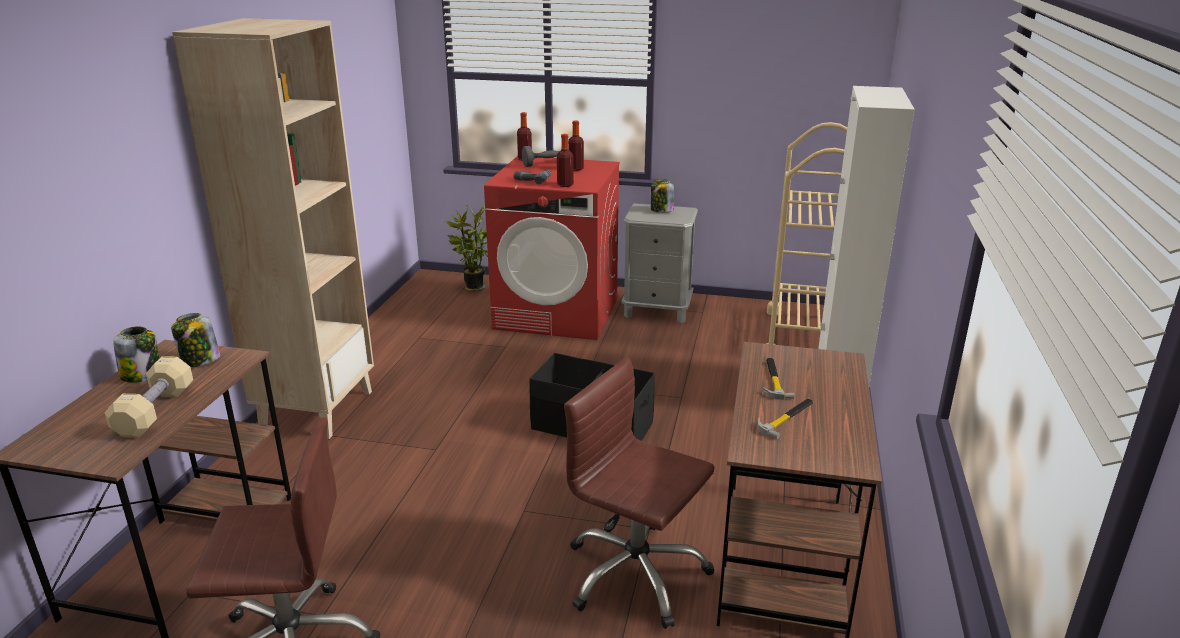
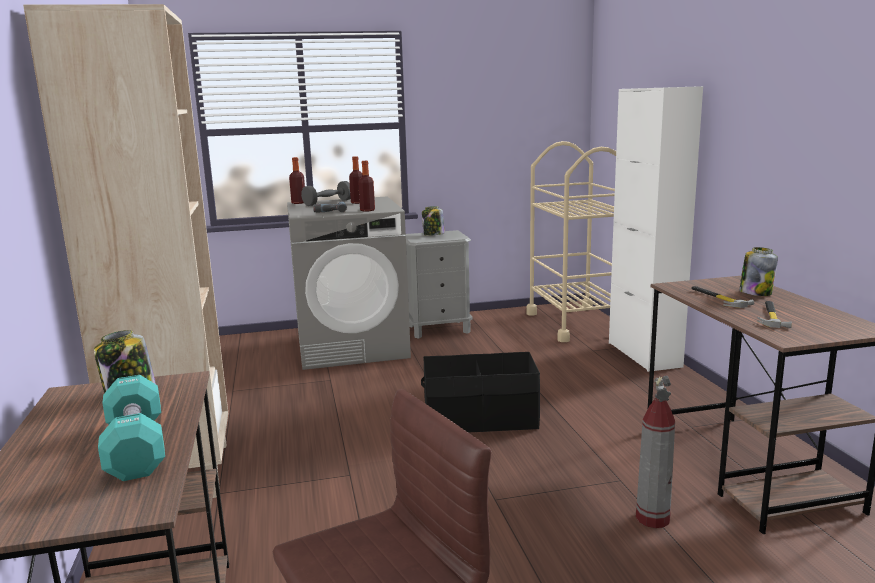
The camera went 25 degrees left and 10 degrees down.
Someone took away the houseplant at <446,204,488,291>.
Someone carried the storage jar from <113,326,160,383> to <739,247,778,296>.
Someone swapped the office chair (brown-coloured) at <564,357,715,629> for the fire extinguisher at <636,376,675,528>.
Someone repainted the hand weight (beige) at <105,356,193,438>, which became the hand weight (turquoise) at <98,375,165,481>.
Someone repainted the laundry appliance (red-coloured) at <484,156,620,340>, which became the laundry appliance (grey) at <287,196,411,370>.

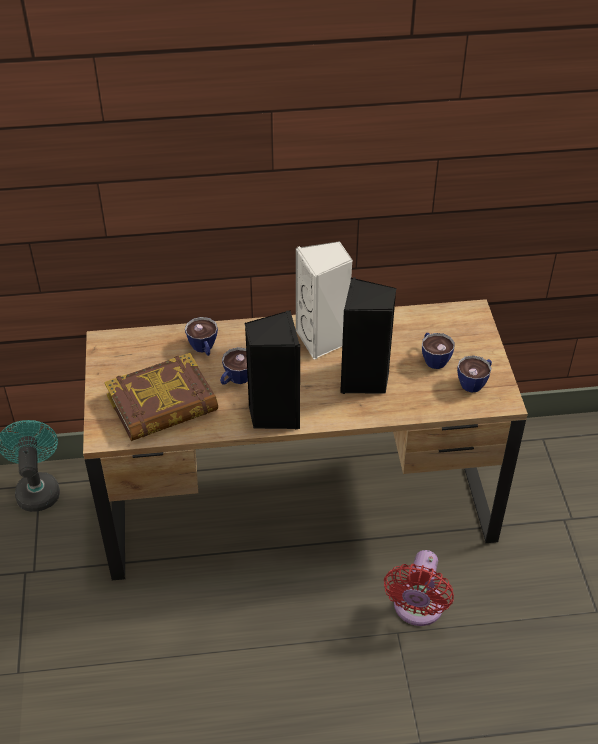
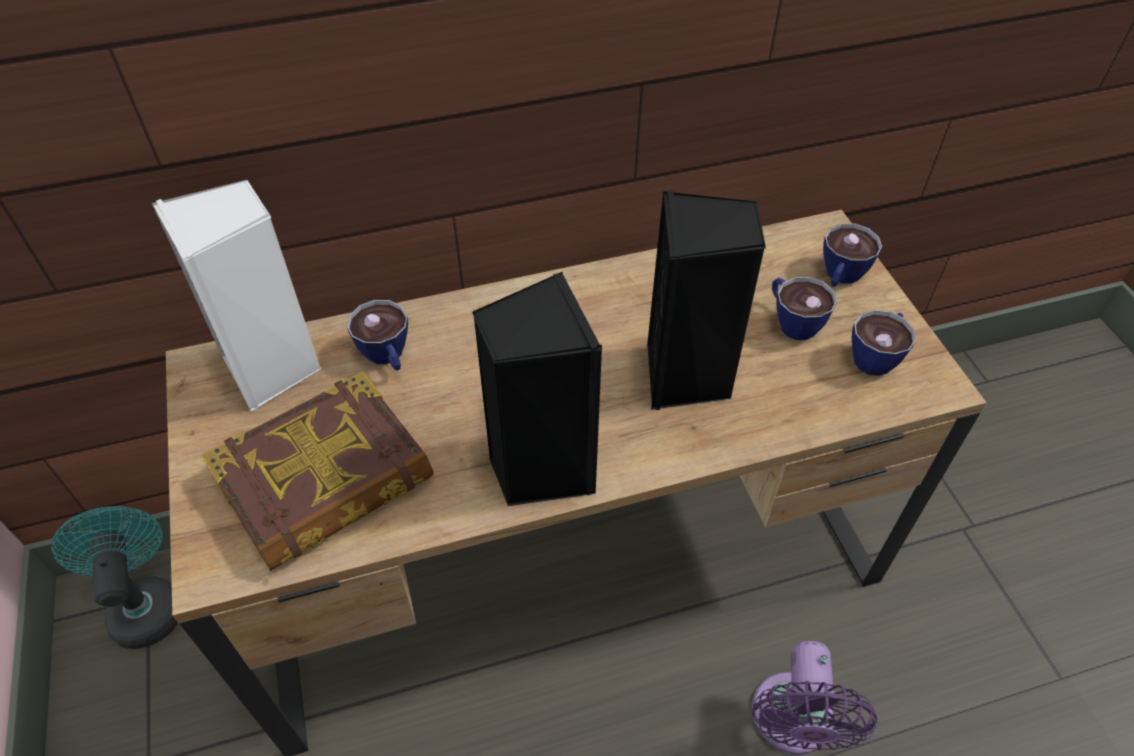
The camera went 10 degrees left and 5 degrees up.
Someone carried the cup from <220,347,248,385> to <823,223,882,287>.
Someone carried the speaker (whitish) from <296,241,353,359> to <152,180,321,411>.
Someone repainted the electric fan (red-coloured) at <384,550,454,626>, which became the electric fan (purple) at <752,641,877,755>.

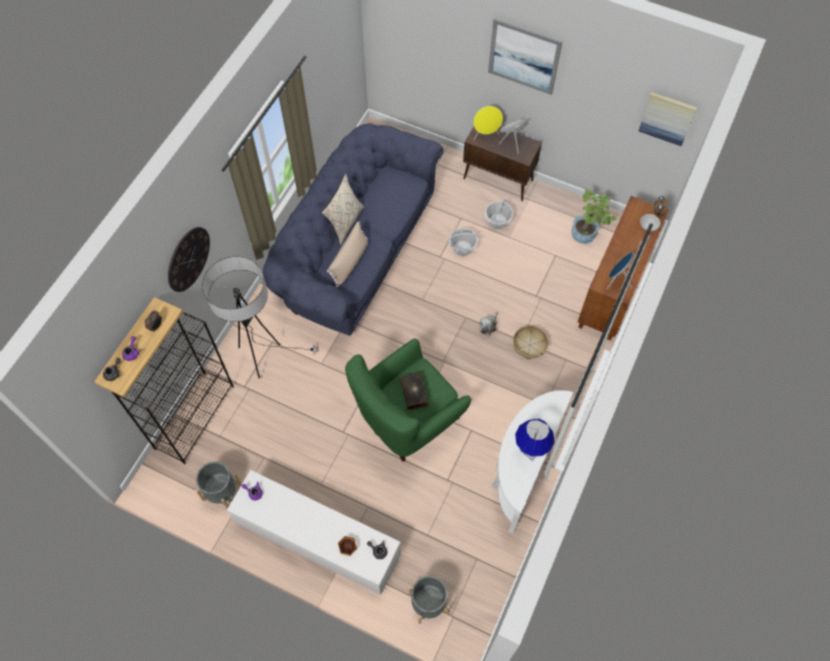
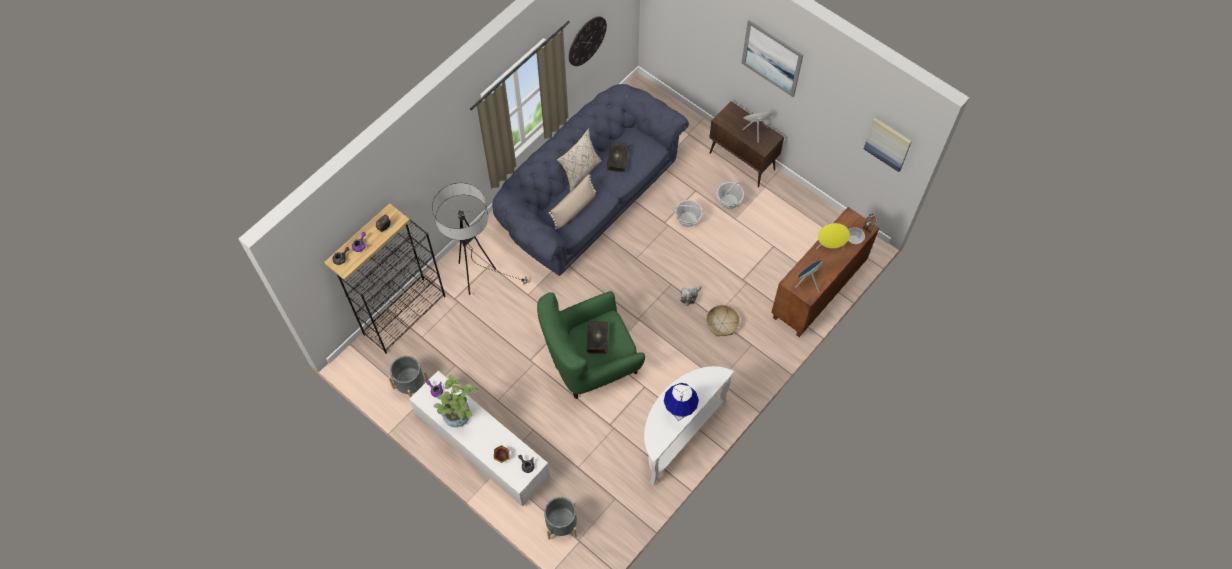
The camera went 15 degrees right and 0 degrees up.
Someone put down the book at <606,142,629,173>.
Someone carried the hanging clock from <168,227,210,292> to <569,16,607,66>.
Someone carried the speaker (yellow) from <473,106,503,139> to <816,223,850,250>.
Someone carried the houseplant from <572,188,617,244> to <433,375,478,428>.

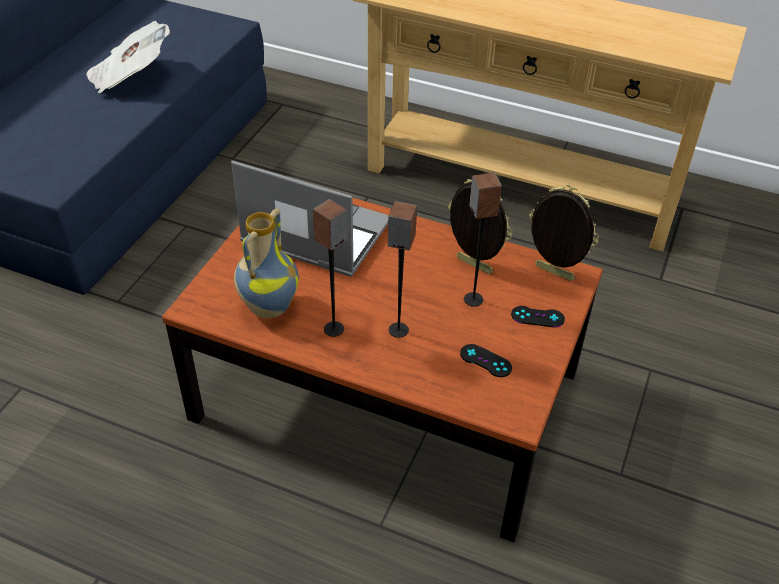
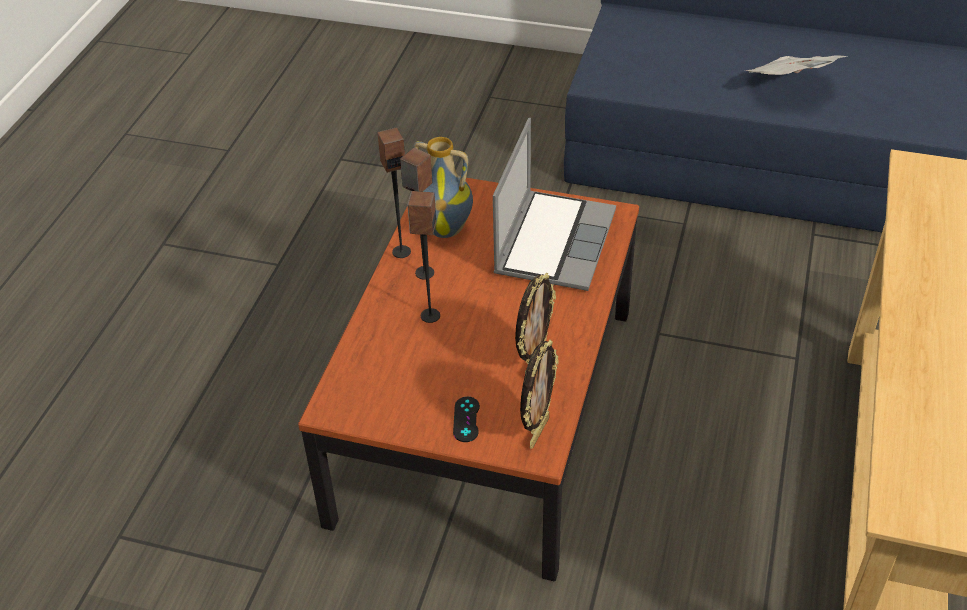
The camera went 85 degrees right and 0 degrees up.
Someone took away the gamepad (blackish) at <460,344,512,377>.
Someone carried the speaker from <464,172,502,307> to <377,127,411,258>.

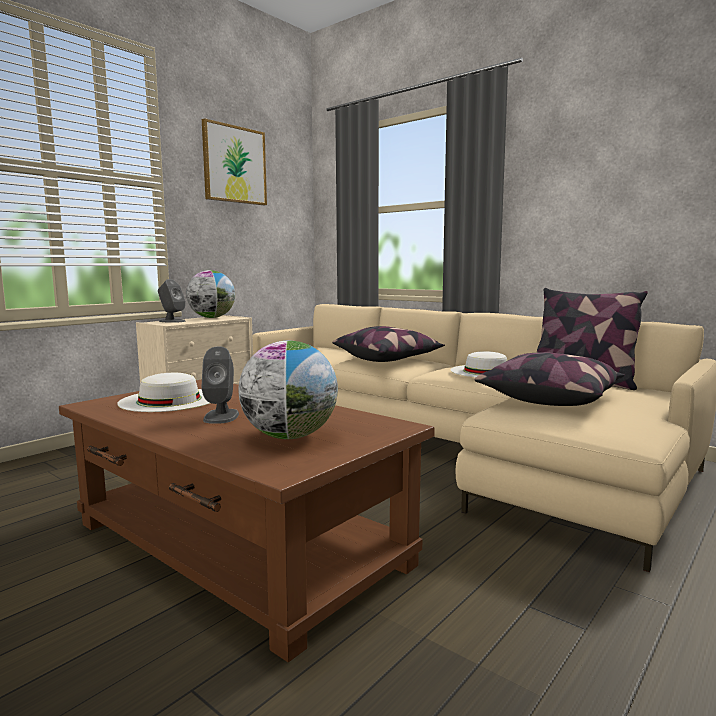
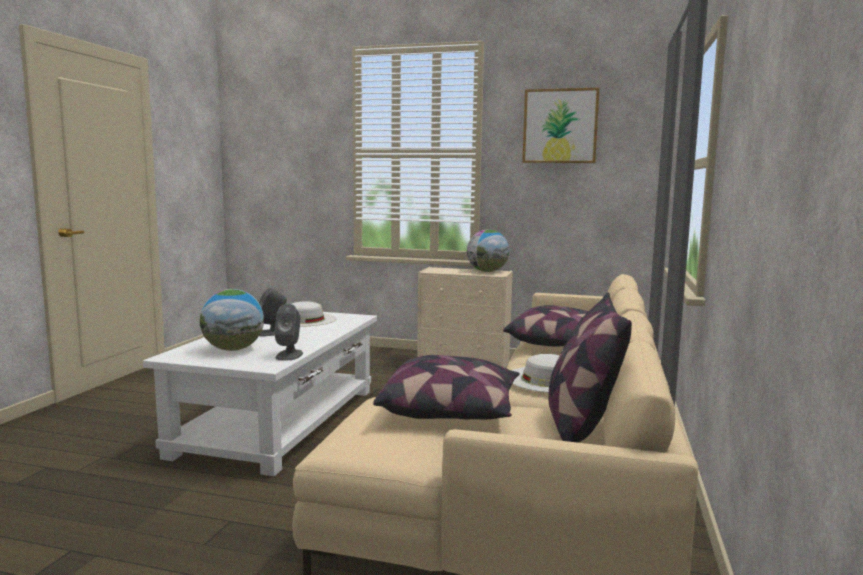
The camera went 65 degrees right and 0 degrees up.
Someone carried the speaker (grey) from <158,279,186,323> to <274,304,303,360>.
Someone repainted the coffee table (brown-coloured) at <59,379,435,662>, which became the coffee table (whitish) at <143,312,377,476>.

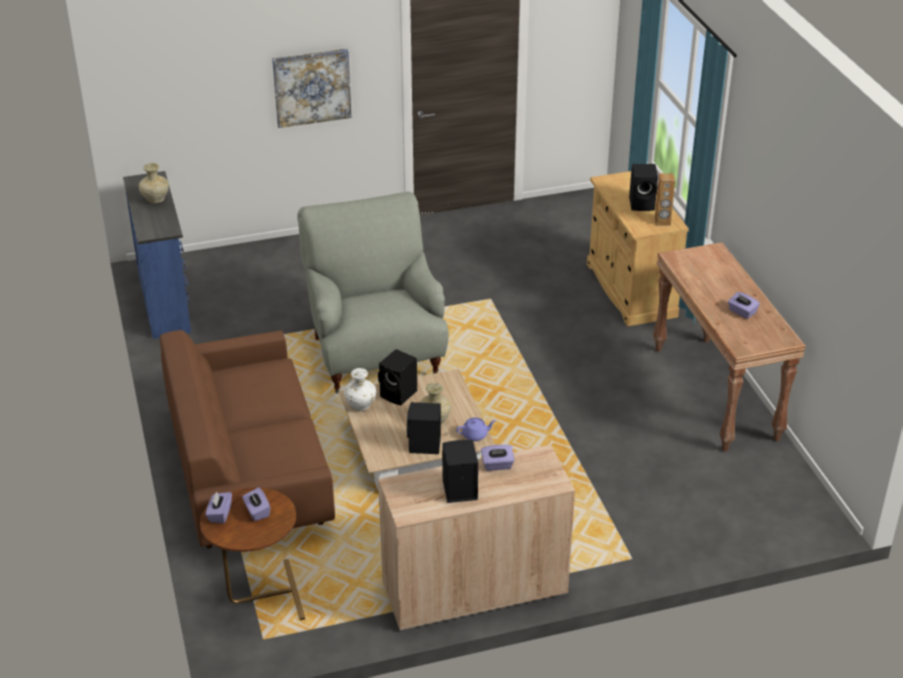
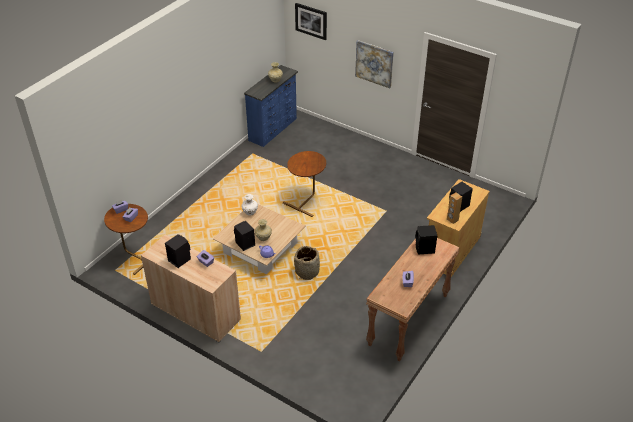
The camera went 50 degrees right and 5 degrees up.
Someone took away the couch (brown-coloured) at <160,330,335,549>.
Someone put down the basket at <294,246,320,280>.
Someone put up the wall picture at <295,3,327,40>.
Someone carried the speaker (blackish) from <378,349,417,406> to <416,225,437,254>.
Someone swapped the lounge chair (grey) at <297,192,449,394> for the end table (brown-coloured) at <283,151,326,217>.

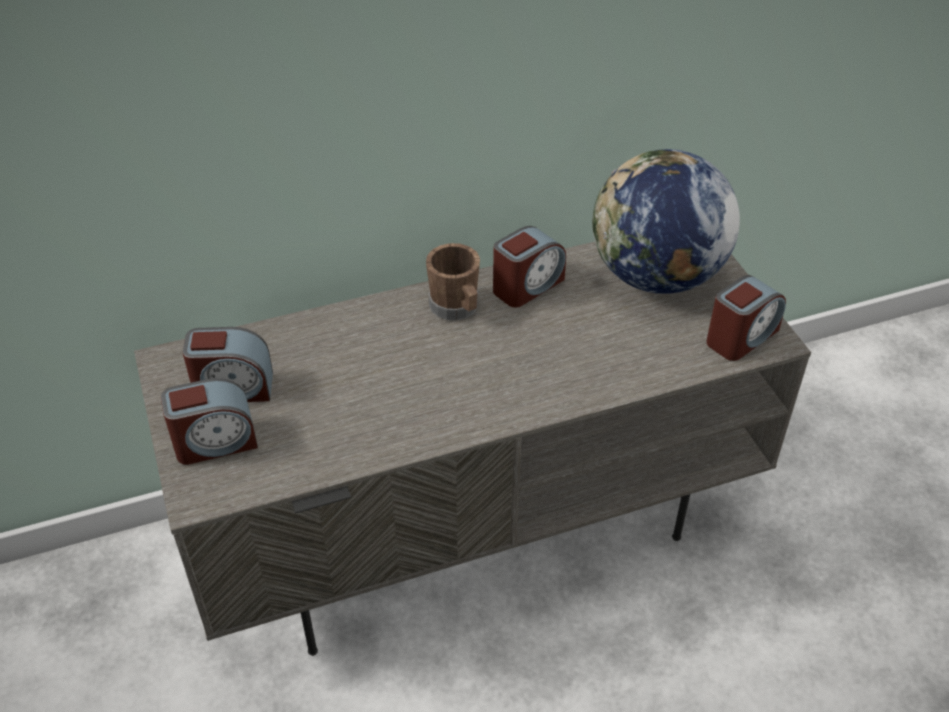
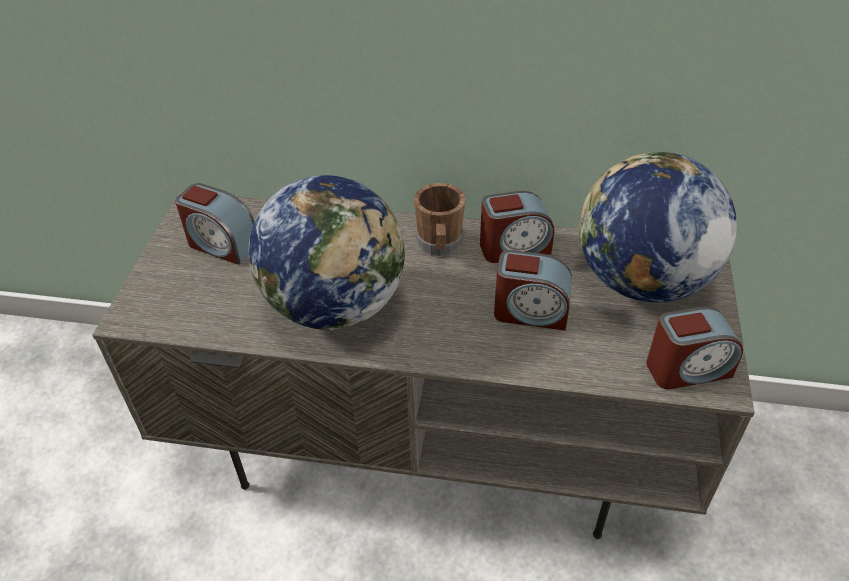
The camera went 30 degrees right and 0 degrees up.
Someone put down the world globe at <249,175,405,331>.
Someone carried the alarm clock from <161,378,258,465> to <494,250,572,331>.

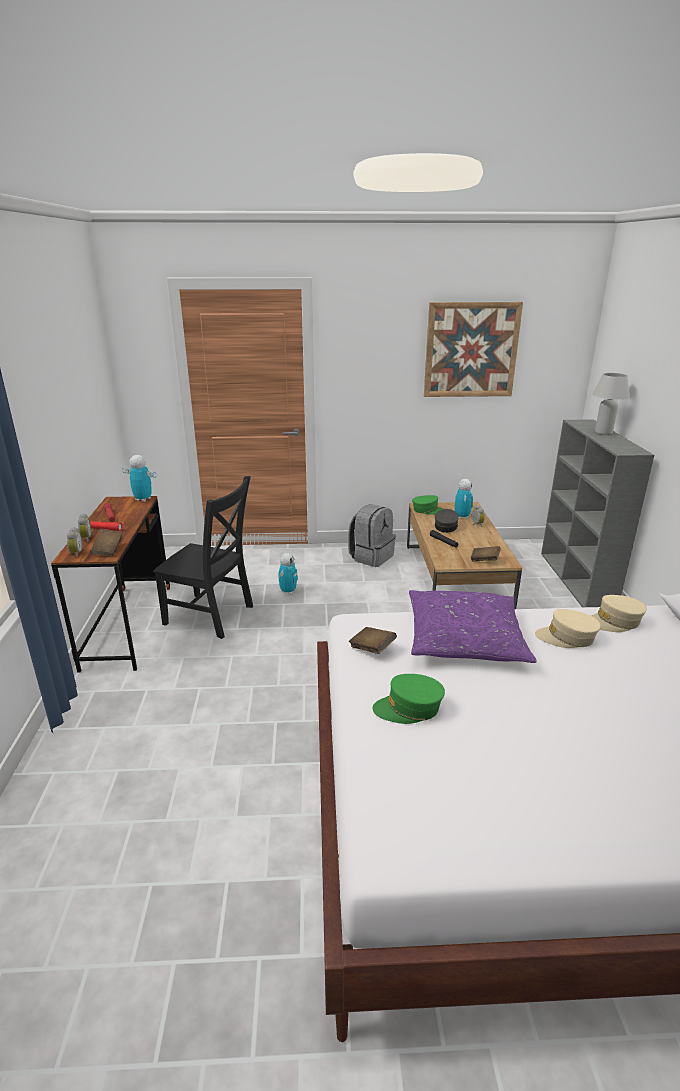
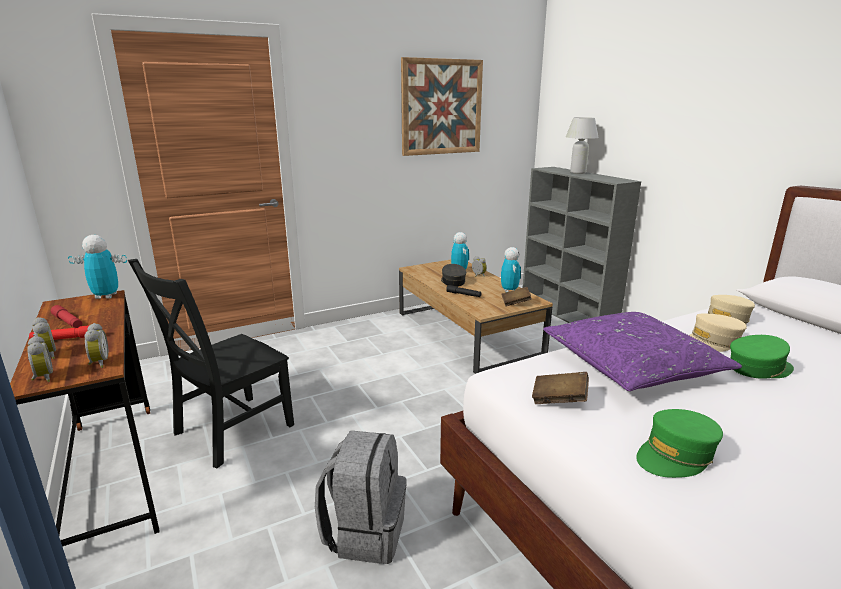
The camera went 25 degrees left and 5 degrees down.
Someone carried the robot figure from <279,553,298,595> to <501,247,521,292>.
Someone carried the knapsack (grey) from <348,504,396,567> to <315,431,407,564>.
Someone carried the baseball cap (green-coloured) from <412,495,442,515> to <730,335,794,379>.
Someone swapped the book (brown-coloured) at <90,529,123,557> for the alarm clock at <84,323,108,368>.
Someone rotated the chair (blackish) at <153,476,253,639> by 135 degrees clockwise.

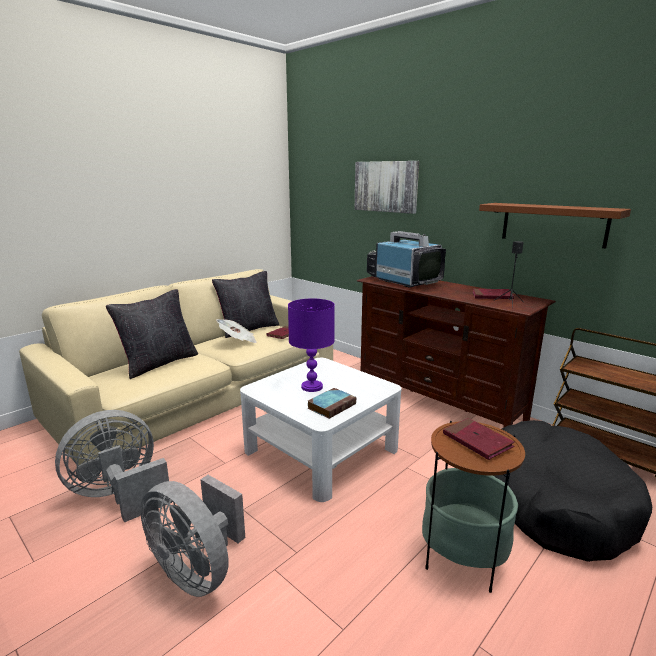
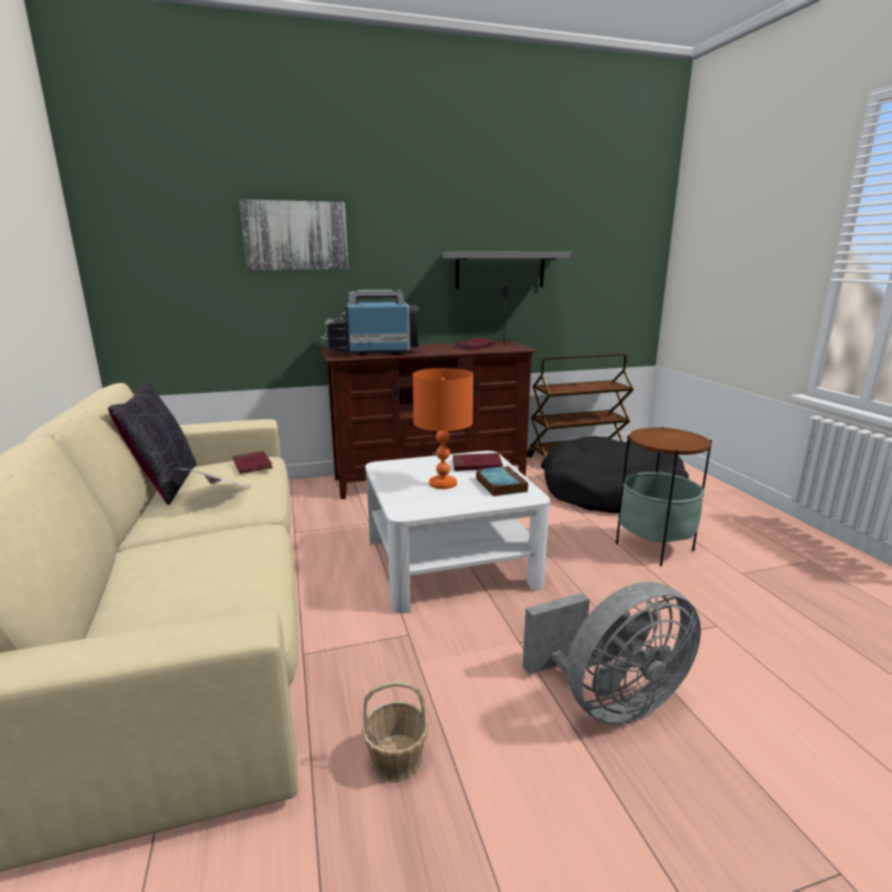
The camera went 60 degrees left and 0 degrees up.
Someone took away the cushion (blackish) at <106,289,198,379>.
Someone carried the book (red-coloured) from <443,418,515,460> to <453,453,503,471>.
Someone swapped the electric fan (grey) at <55,410,172,523> for the basket at <362,681,429,783>.
Someone repainted the table lamp (purple) at <288,298,335,392>, which became the table lamp (orangey) at <413,368,473,489>.
Someone repainted the wall shelf (brown-coloured) at <479,203,631,248>, which became the wall shelf (grey) at <443,251,571,289>.

